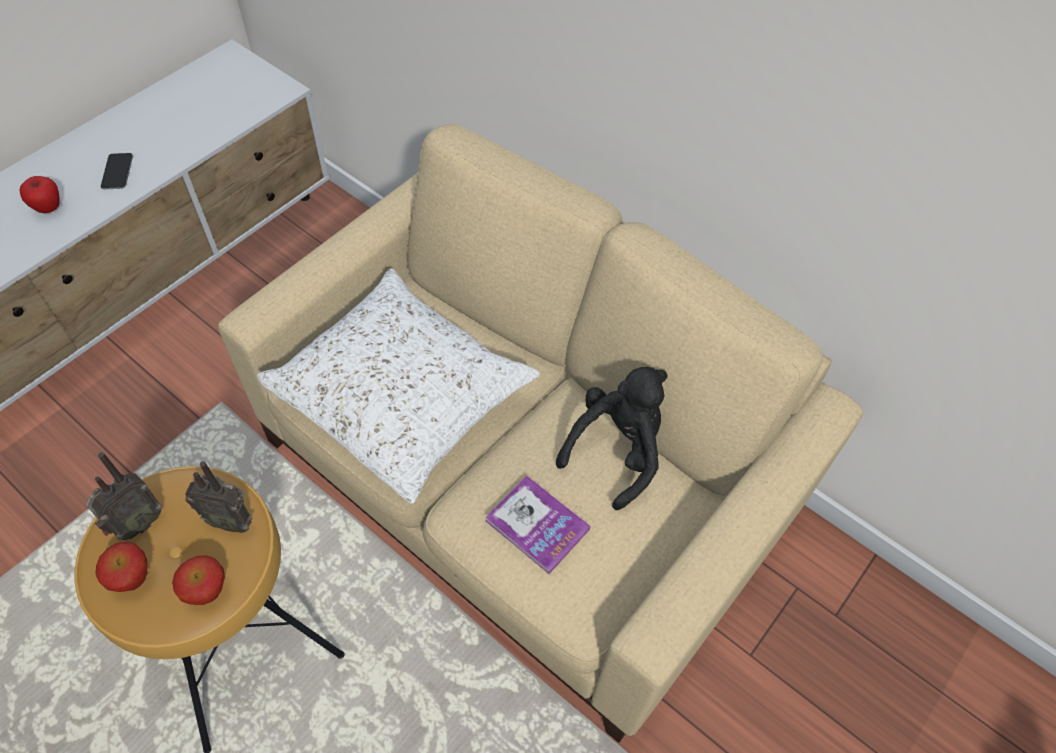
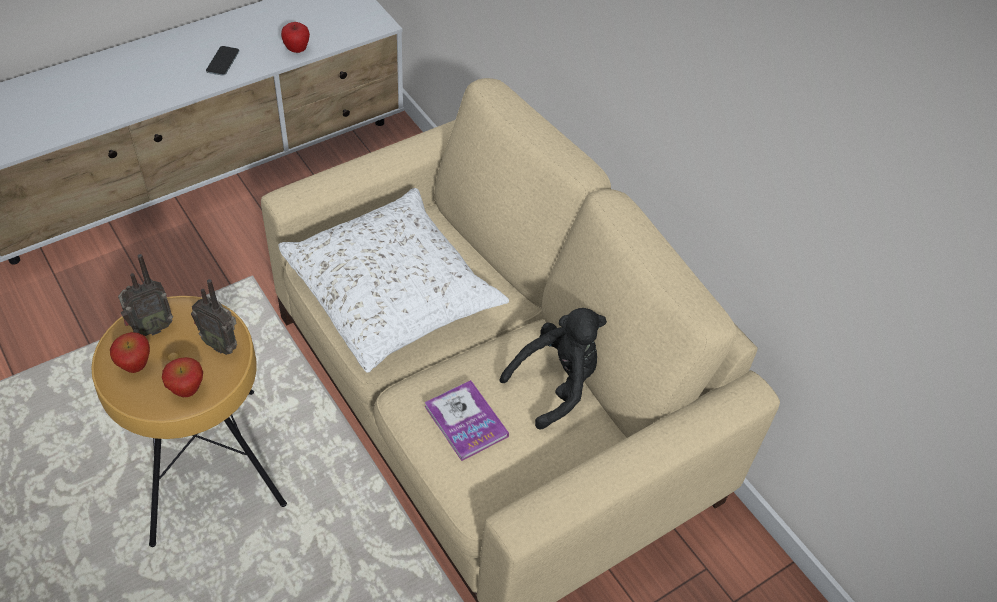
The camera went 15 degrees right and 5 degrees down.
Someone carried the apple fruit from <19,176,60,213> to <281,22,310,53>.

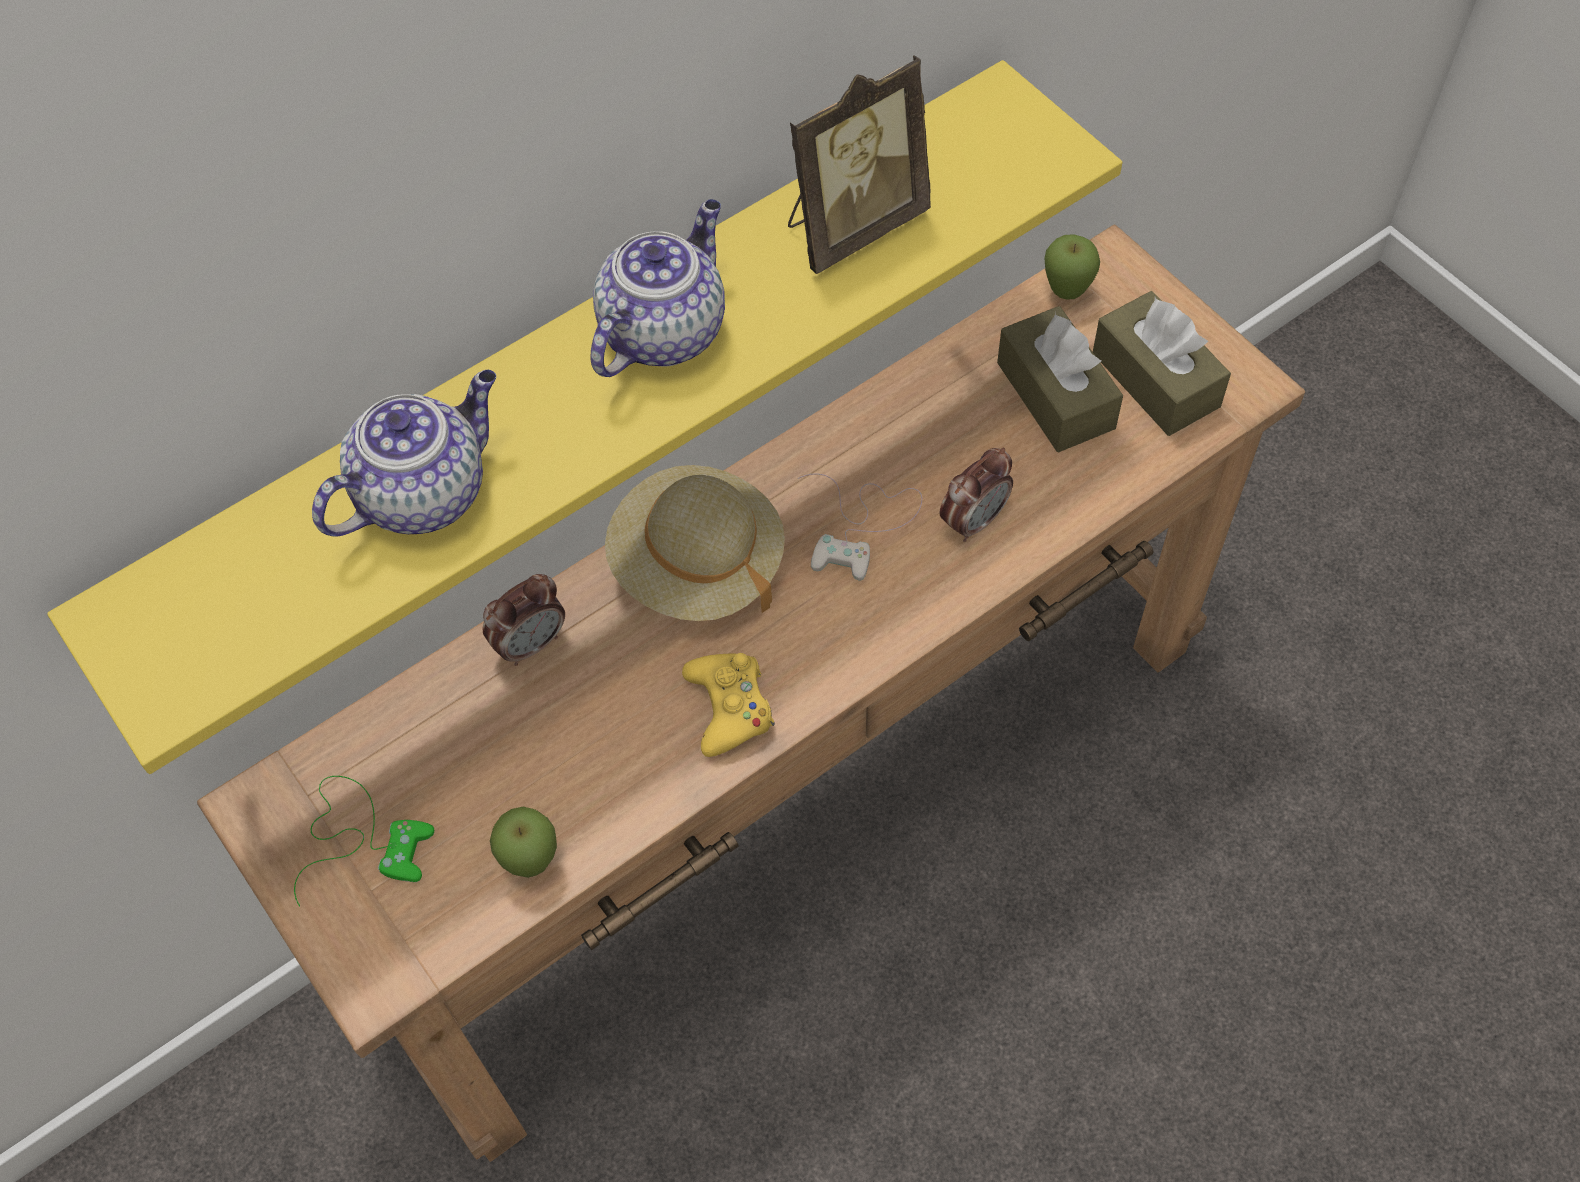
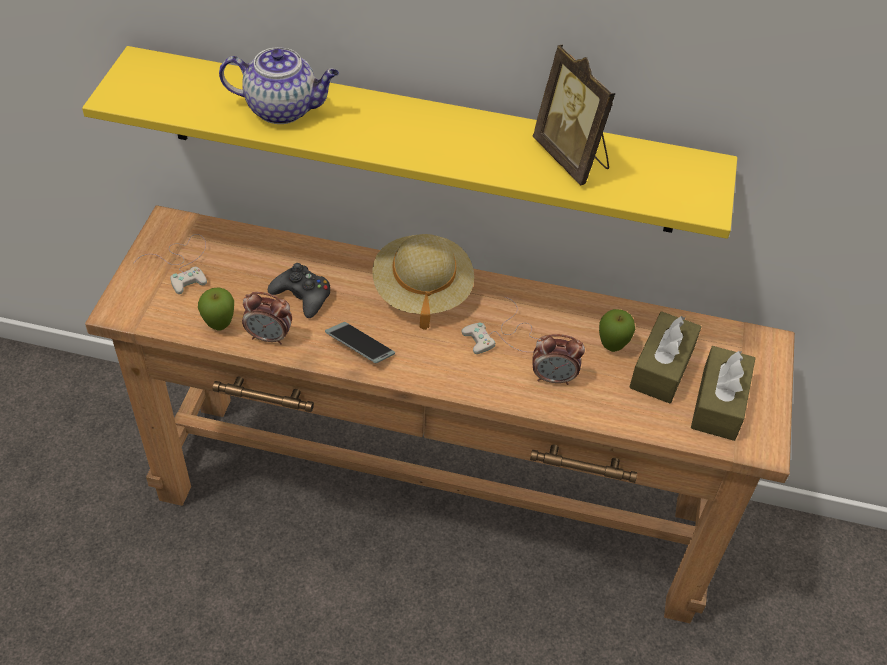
The camera went 45 degrees right and 10 degrees down.
Someone took away the teapot at <591,199,725,377>.
Someone put down the gamepad (blackish) at <268,263,330,318>.
Someone carried the alarm clock from <483,574,565,666> to <242,292,292,345>.
Someone carried the apple fruit from <1044,235,1100,299> to <599,309,635,352>.
Someone swapped the gamepad (yellow) at <682,653,775,757> for the phone at <325,322,395,363>.
Someone repainted the gamepad (green-coloured) at <294,776,434,907>, which became the gamepad (whitish) at <133,234,207,294>.
Someone rotated the standing frame at <788,55,931,274> by 45 degrees clockwise.

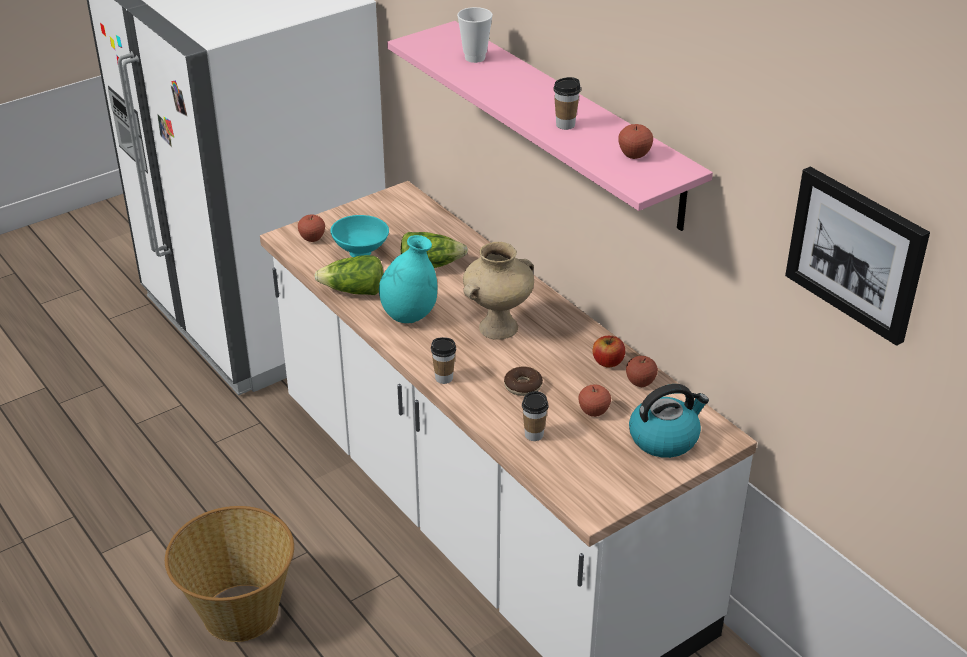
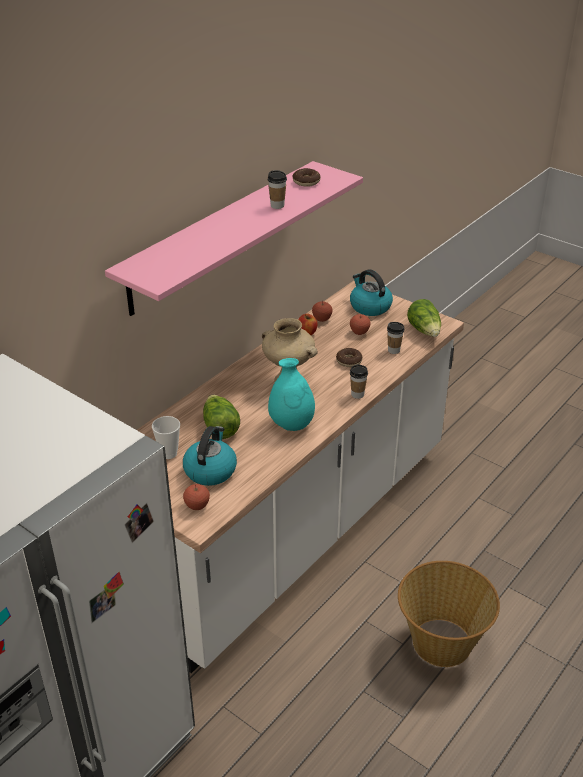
The camera went 105 degrees left and 0 degrees up.
Someone took away the wall picture at <785,167,930,346>.
Someone carried the head of lettuce from <314,255,383,295> to <407,299,441,337>.
Someone carried the cup from <457,7,493,63> to <152,416,180,459>.
Someone swapped the bowl (turquoise) at <330,215,389,257> for the water kettle at <183,426,237,486>.
Someone swapped the apple fruit at <618,124,653,159> for the ring doughnut at <293,168,321,187>.

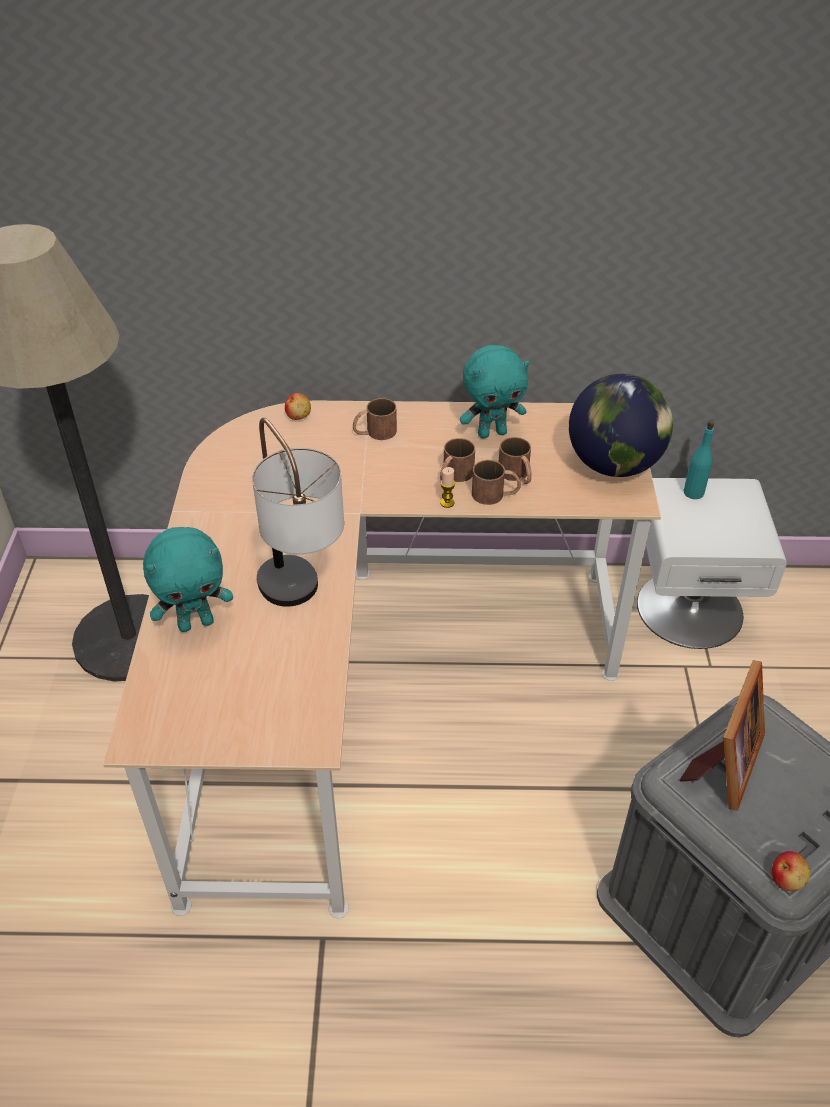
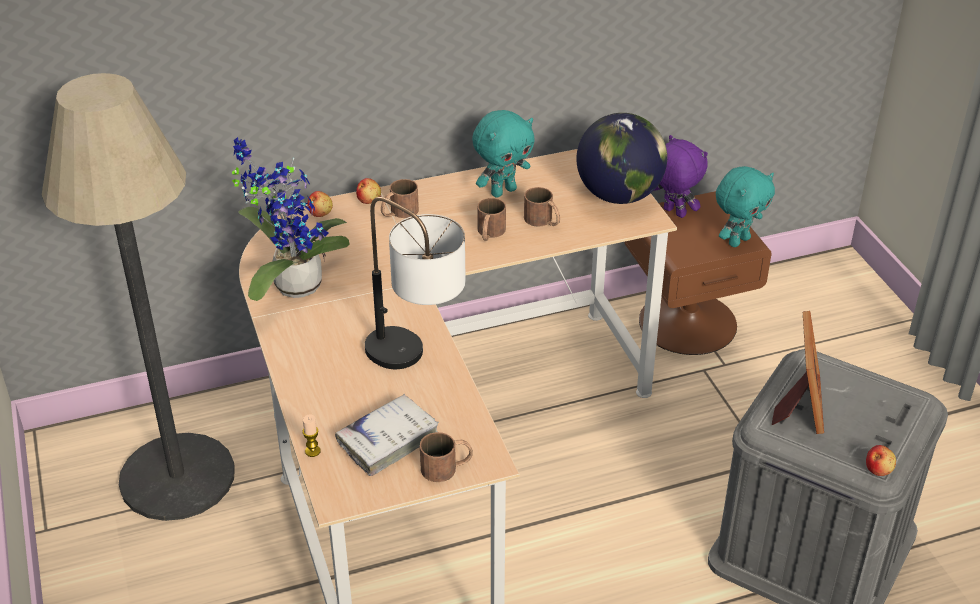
The camera went 20 degrees left and 5 degrees down.
Someone put down the houseplant at <232,137,349,301>.
Someone put down the book (whitish) at <335,394,439,476>.
Someone put down the apple fruit at <356,178,381,204>.
Someone carried the soft toy (turquoise) from <143,527,233,632> to <716,166,775,247>.
Someone carried the candle from <440,467,455,508> to <302,414,321,457>.
Someone carried the coffee mug (brown-coloured) from <472,460,521,505> to <420,432,473,482>.
Someone swapped the drink bottle (turquoise) at <684,420,715,499> for the soft toy (purple) at <654,135,708,218>.
Someone repainted the nightstand (whitish) at <637,478,787,649>, which became the nightstand (brown-coloured) at <625,191,772,355>.

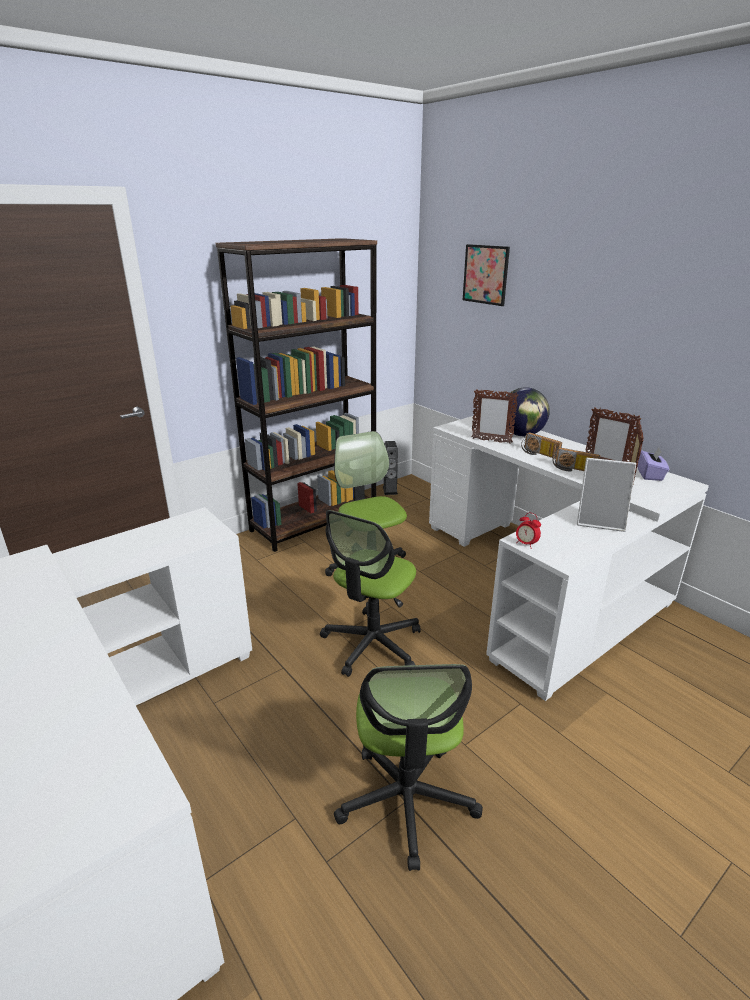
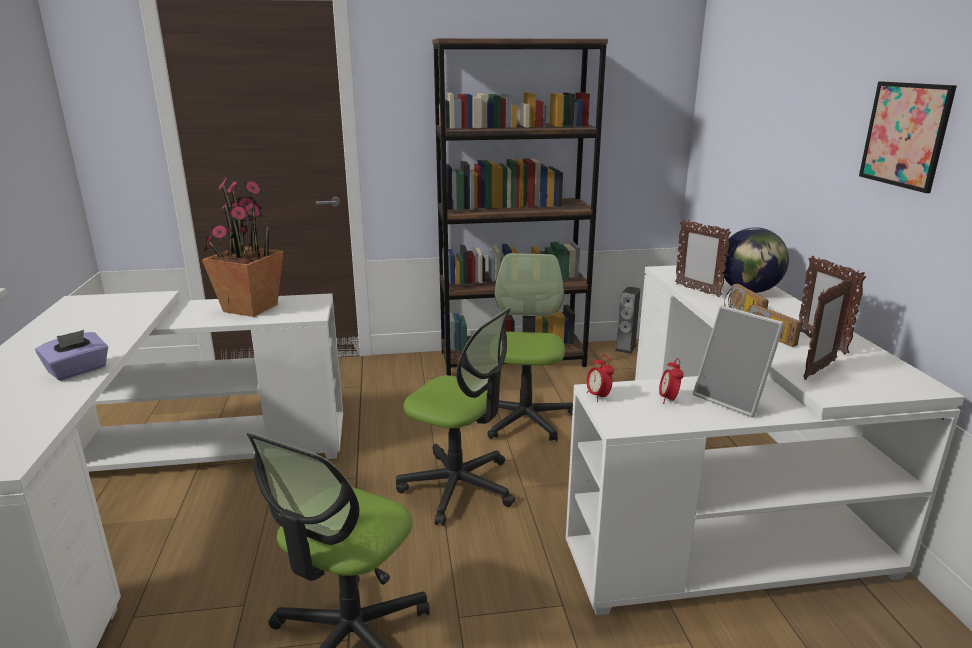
The camera went 30 degrees right and 5 degrees down.
Someone put down the houseplant at <202,177,283,317>.
Someone put down the alarm clock at <659,358,684,404>.
Someone carried the wall picture from <463,244,510,306> to <859,82,957,193>.
Someone carried the tissue holder (purple) from <638,447,669,481> to <35,330,108,381>.
Someone rotated the office chair at <320,510,421,677> by 120 degrees counterclockwise.

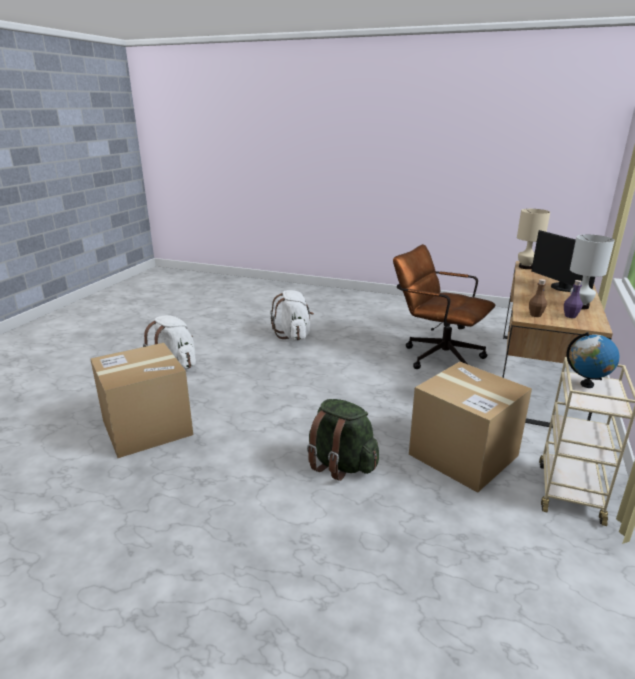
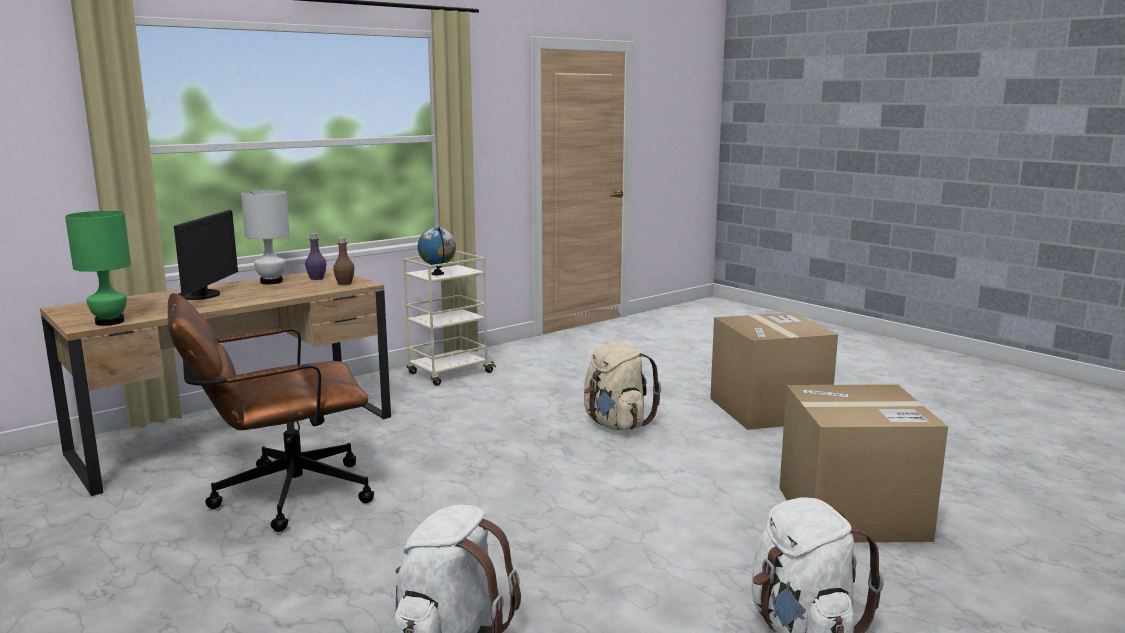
The camera went 150 degrees left and 10 degrees down.
Someone carried the packing box from <409,362,532,493> to <710,312,838,430>.
Someone repainted the knapsack (green-coloured) at <307,399,379,481>, which became the knapsack (beige) at <584,342,661,430>.
Someone repainted the table lamp (beige) at <517,209,550,269>, which became the table lamp (green-coloured) at <65,211,131,326>.
Someone rotated the office chair (brown-coloured) at <393,244,495,369> by 90 degrees clockwise.

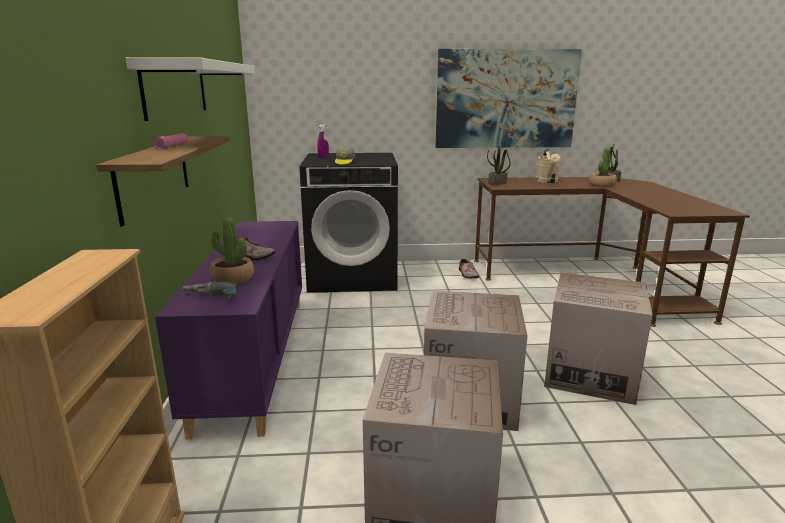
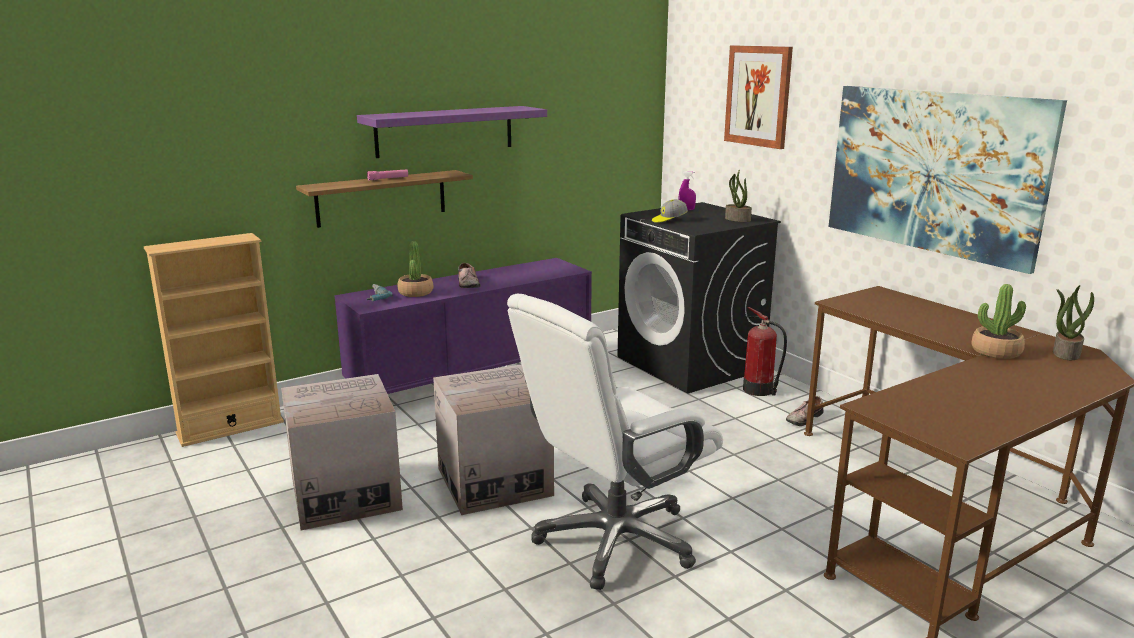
The camera went 60 degrees right and 0 degrees up.
Someone took away the watering pot (beige) at <536,149,561,183>.
Someone put up the wall picture at <724,46,793,149>.
Someone put down the fire extinguisher at <743,307,787,396>.
Someone carried the houseplant from <487,145,511,185> to <725,170,752,222>.
Someone swapped the packing box at <544,272,653,405> for the office chair (whitish) at <507,293,723,590>.
Someone repainted the wall shelf (whitish) at <126,57,255,121>, which became the wall shelf (purple) at <357,106,547,158>.

